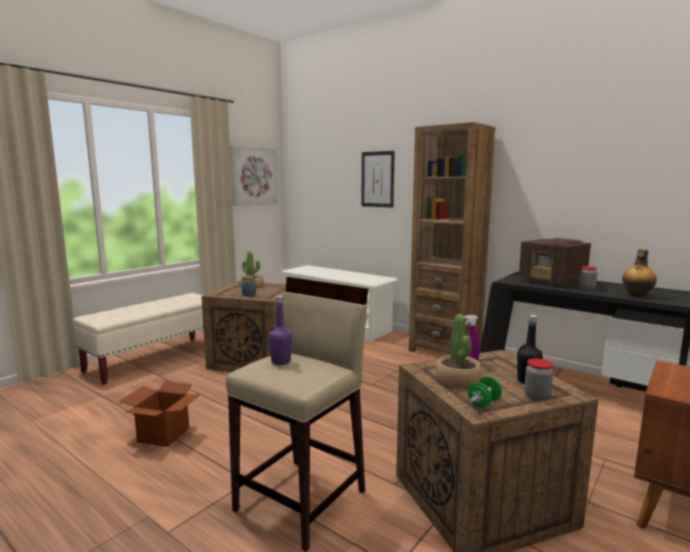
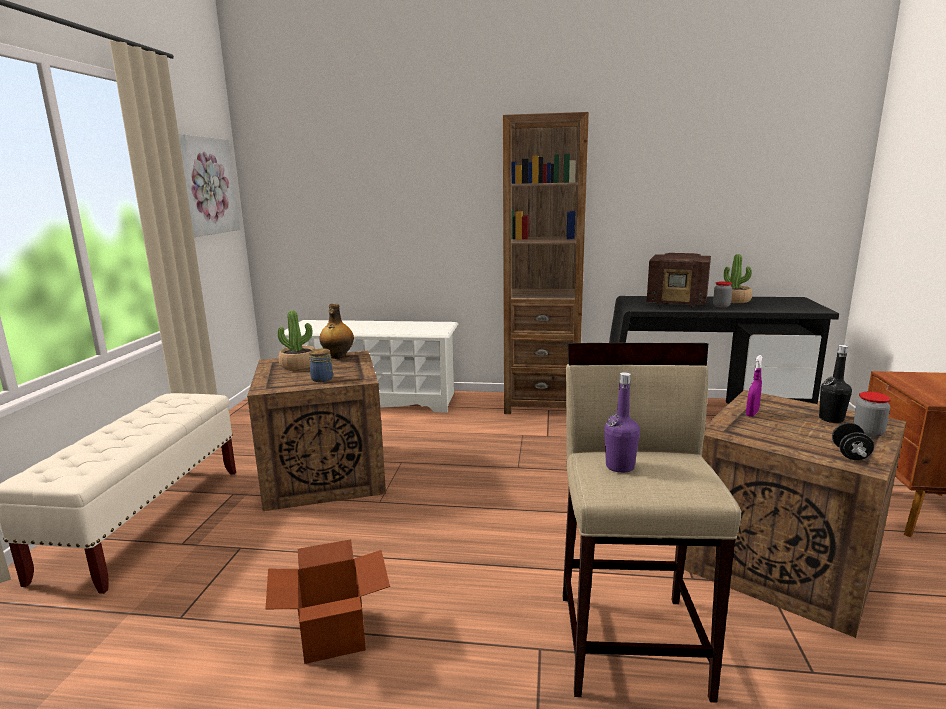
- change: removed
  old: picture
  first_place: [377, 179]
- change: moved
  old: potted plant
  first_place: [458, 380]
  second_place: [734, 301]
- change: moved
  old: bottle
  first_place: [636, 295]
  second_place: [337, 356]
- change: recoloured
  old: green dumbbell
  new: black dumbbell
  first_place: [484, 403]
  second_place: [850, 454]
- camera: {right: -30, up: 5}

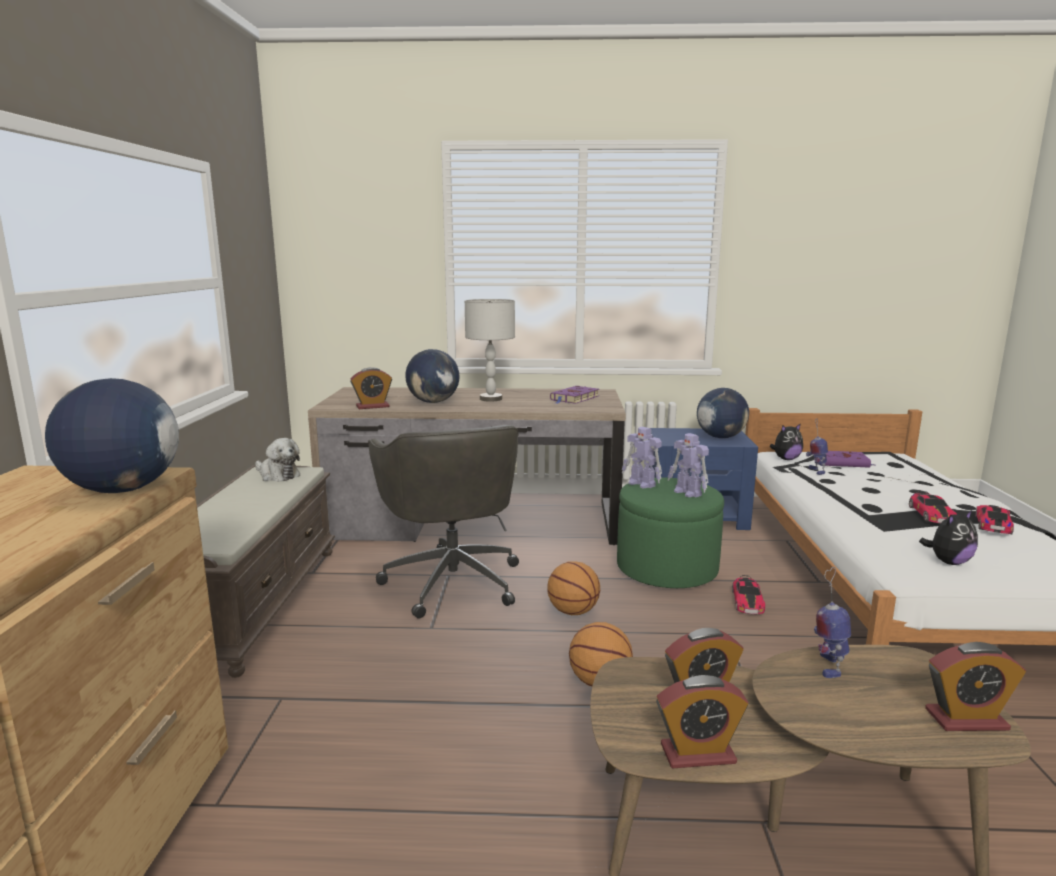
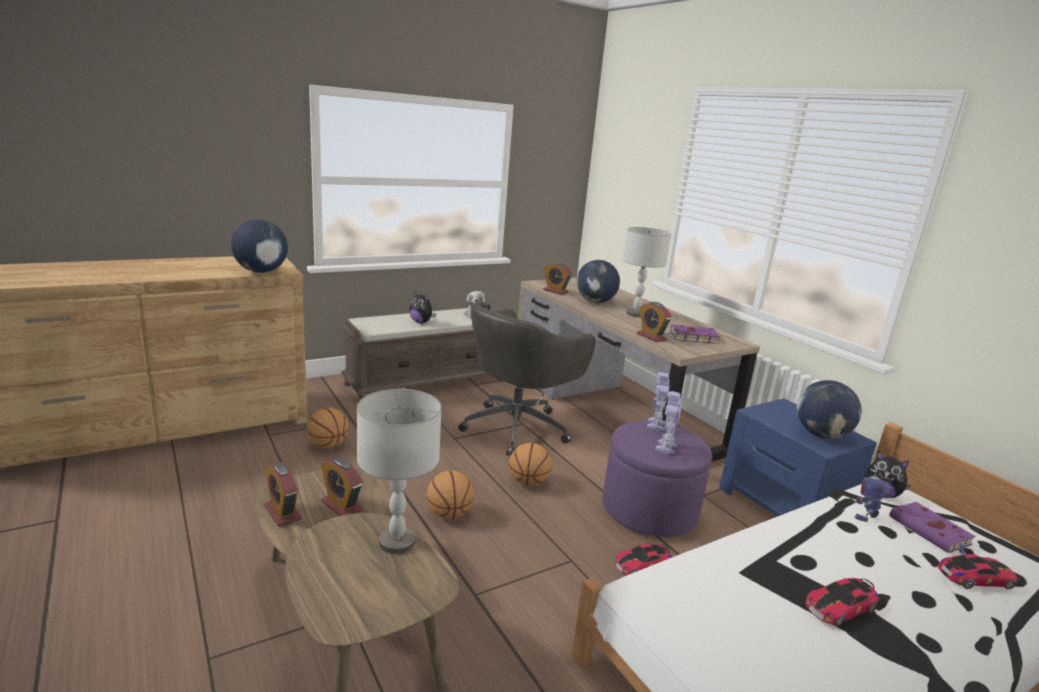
- change: added
  new: basketball
  second_place: [328, 445]
- change: moved
  old: plush toy
  first_place: [948, 562]
  second_place: [421, 322]
- change: moved
  old: alarm clock
  first_place: [966, 719]
  second_place: [651, 337]
- change: moved
  old: toy car
  first_place: [993, 525]
  second_place: [975, 578]
- change: replaced
  old: toy robot
  new: grey table lamp
  first_place: [828, 665]
  second_place: [396, 542]
- change: recoloured
  old: green ottoman
  new: purple ottoman
  first_place: [667, 568]
  second_place: [649, 510]
- camera: {right: 55, up: 5}

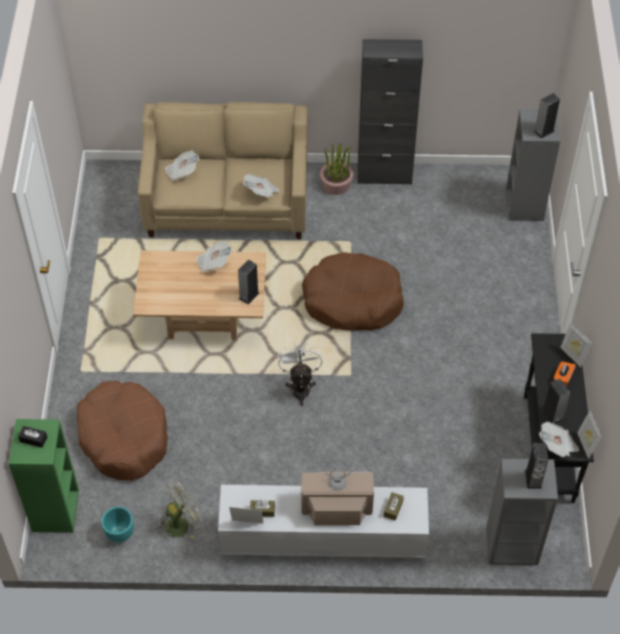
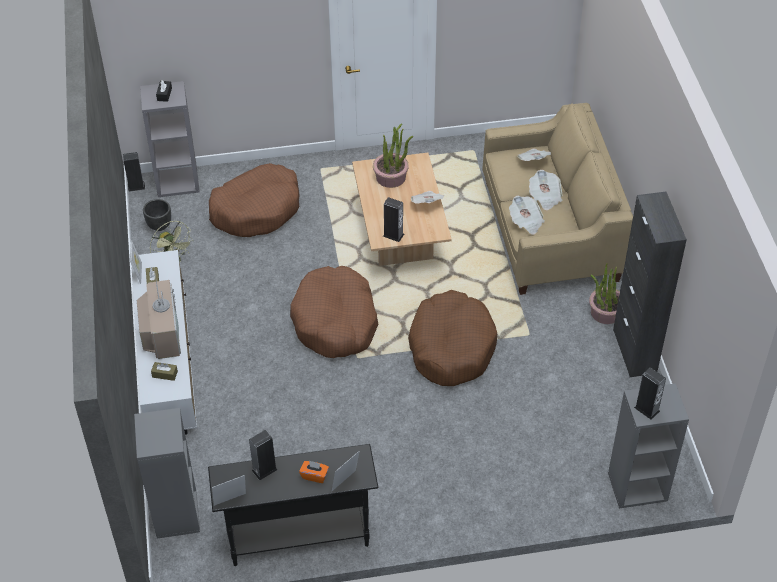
- change: added
  new: potted plant
  second_place: [391, 177]
- change: moved
  old: speaker
  first_place: [533, 479]
  second_place: [136, 186]
- change: moved
  old: newspaper
  first_place: [557, 446]
  second_place: [545, 197]
- change: replaced
  old: white fan
  new: brown dog bed
  first_place: [300, 386]
  second_place: [335, 322]
- change: recoloured
  old: green bookcase
  new: grey bookcase
  first_place: [55, 510]
  second_place: [178, 182]
- change: recoloured
  old: turquoise planter
  new: black planter
  first_place: [119, 534]
  second_place: [159, 226]
- camera: {right: 80, up: -5}

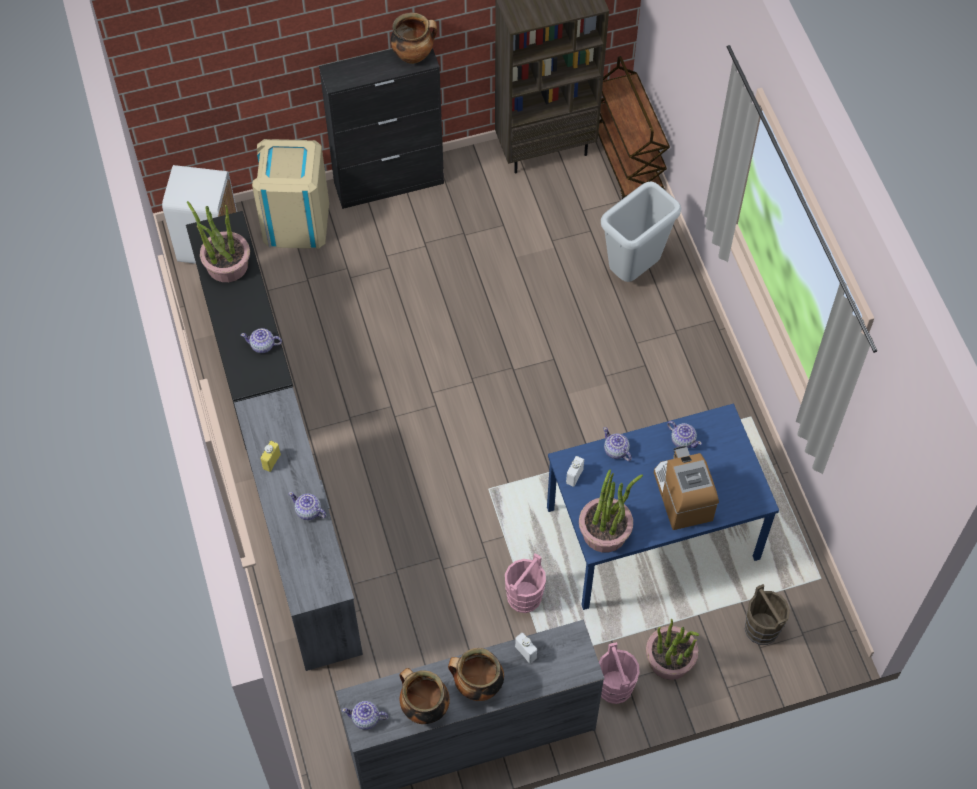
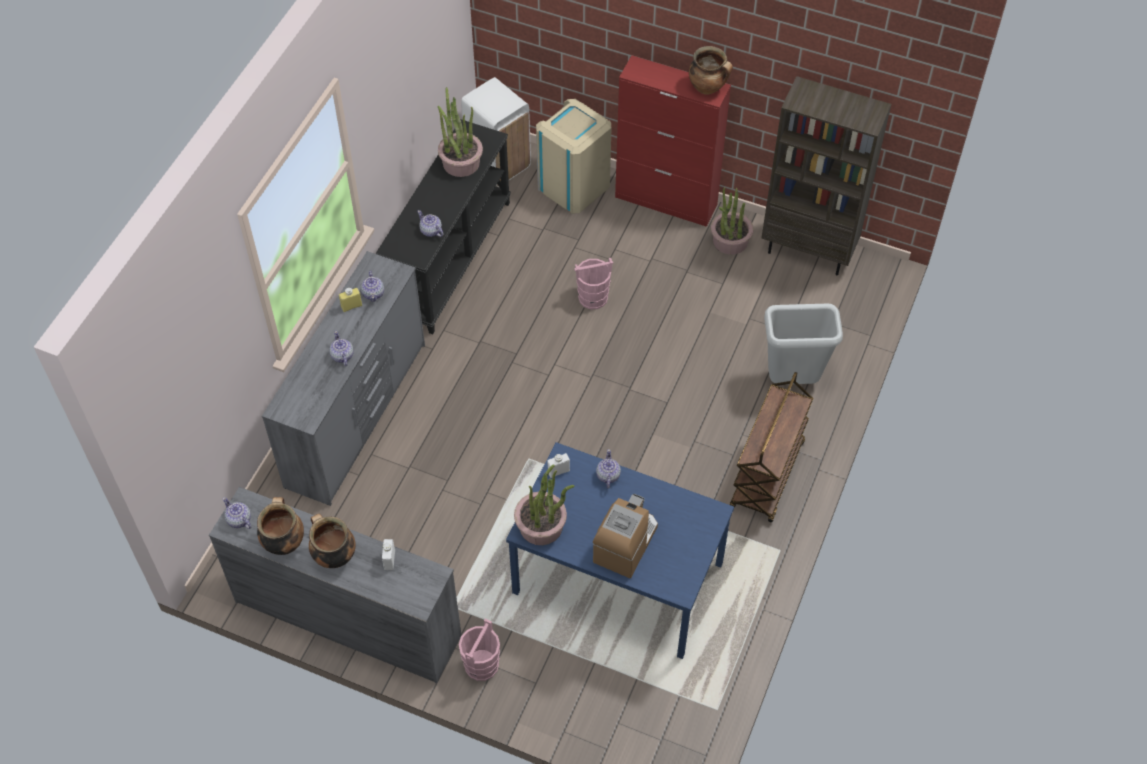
- change: removed
  old: brown bucket
  first_place: [761, 628]
- change: moved
  old: pink bucket
  first_place: [524, 597]
  second_place: [592, 297]
- change: moved
  old: brown cart
  first_place: [628, 163]
  second_place: [767, 476]
- change: moved
  old: potted plant
  first_place: [670, 660]
  second_place: [730, 241]
- change: moved
  old: teapot
  first_place: [683, 440]
  second_place: [373, 293]
- change: recoloured
  old: black cabinet
  new: red cabinet
  first_place: [389, 183]
  second_place: [666, 201]
- camera: {right: 40, up: -5}

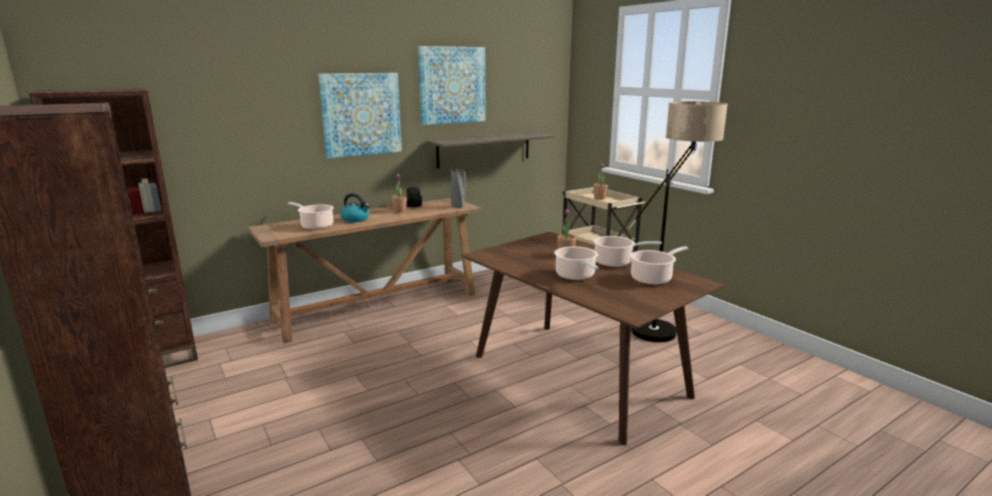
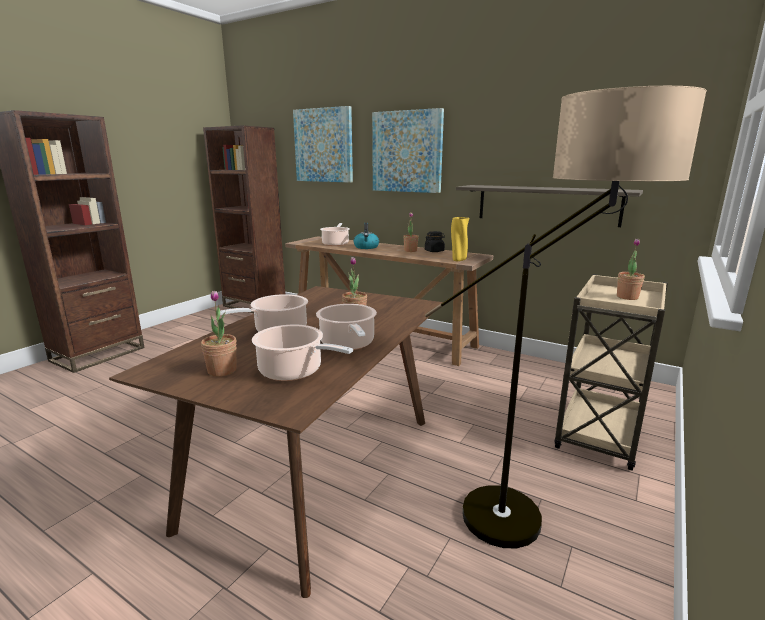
- change: added
  new: potted plant
  second_place: [222, 371]
- change: moved
  old: picture
  first_place: [452, 85]
  second_place: [323, 145]
- change: recoloured
  old: grey vase
  new: yellow vase
  first_place: [458, 206]
  second_place: [458, 260]
- camera: {right: 65, up: 0}

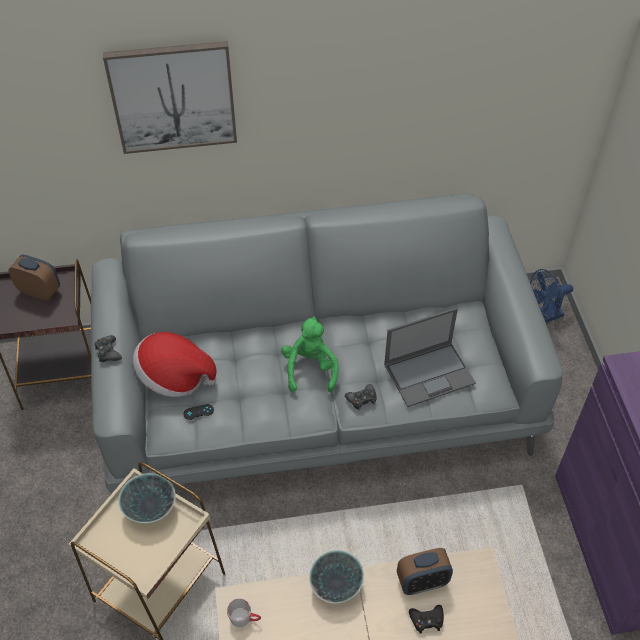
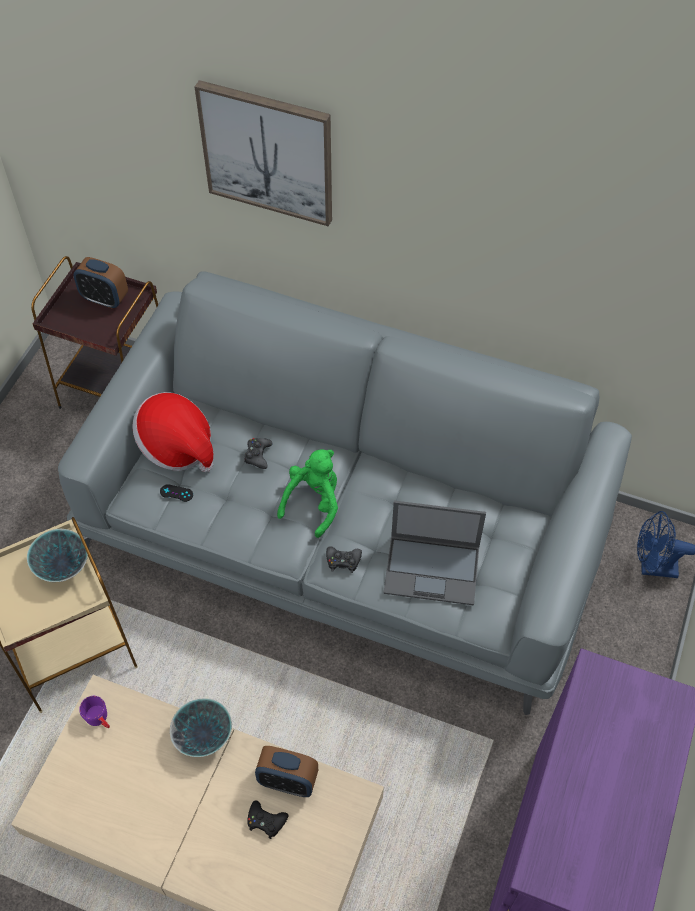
- change: moved
  old: black game controller
  first_place: [108, 352]
  second_place: [258, 455]
- change: recoloured
  old: grey mug
  new: purple mug
  first_place: [245, 618]
  second_place: [100, 719]
- change: turned
  old: alarm clock
  first_place: [40, 291]
  second_place: [105, 299]
  degrees: 150
- camera: {right: 30, up: 5}

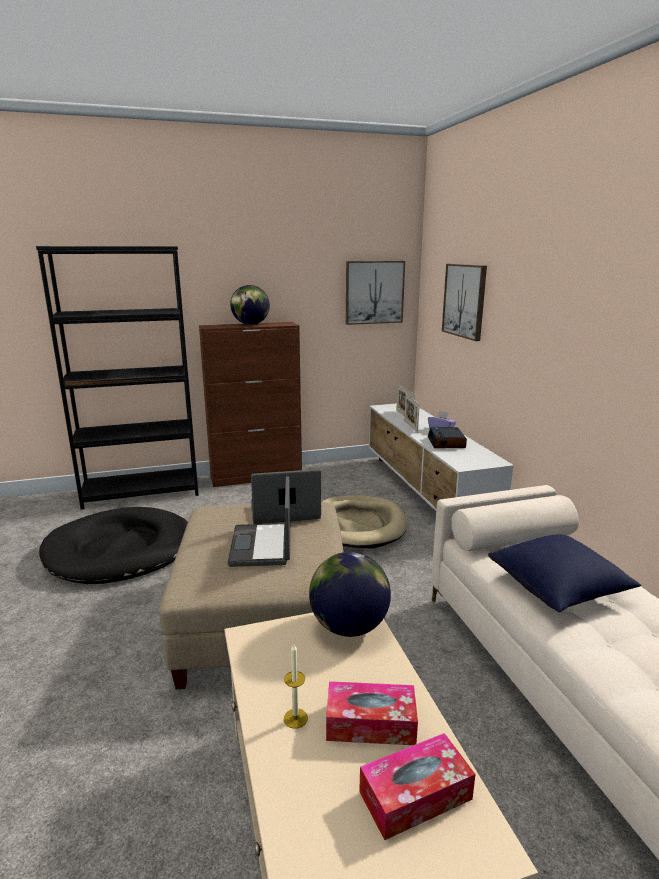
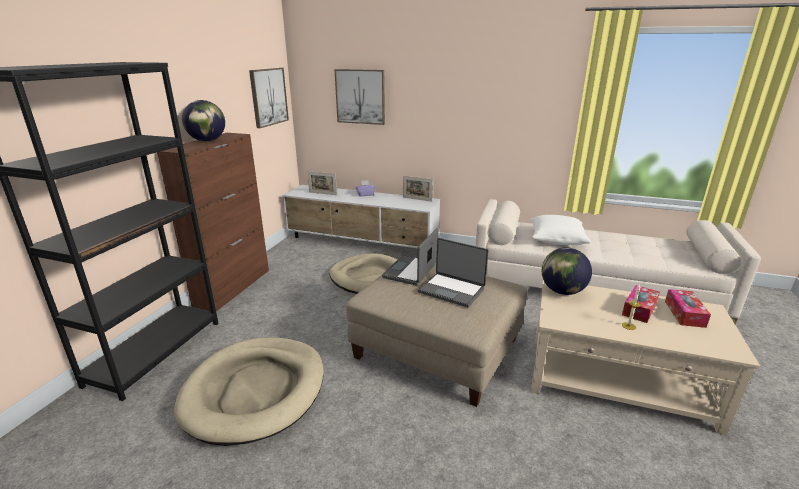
- change: removed
  old: alarm clock
  first_place: [447, 443]
- change: moved
  old: picture frame
  first_place: [410, 426]
  second_place: [417, 199]
- change: recoloured
  old: black dog bed
  new: beige dog bed
  first_place: [121, 550]
  second_place: [255, 391]
- change: recoloured
  old: blue pillow
  new: white pillow
  first_place: [558, 588]
  second_place: [556, 240]
- camera: {right: -55, up: 5}

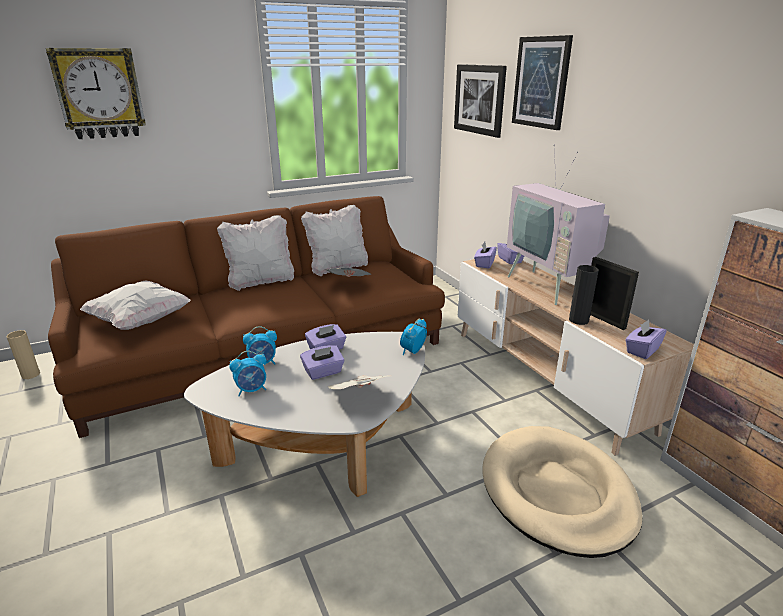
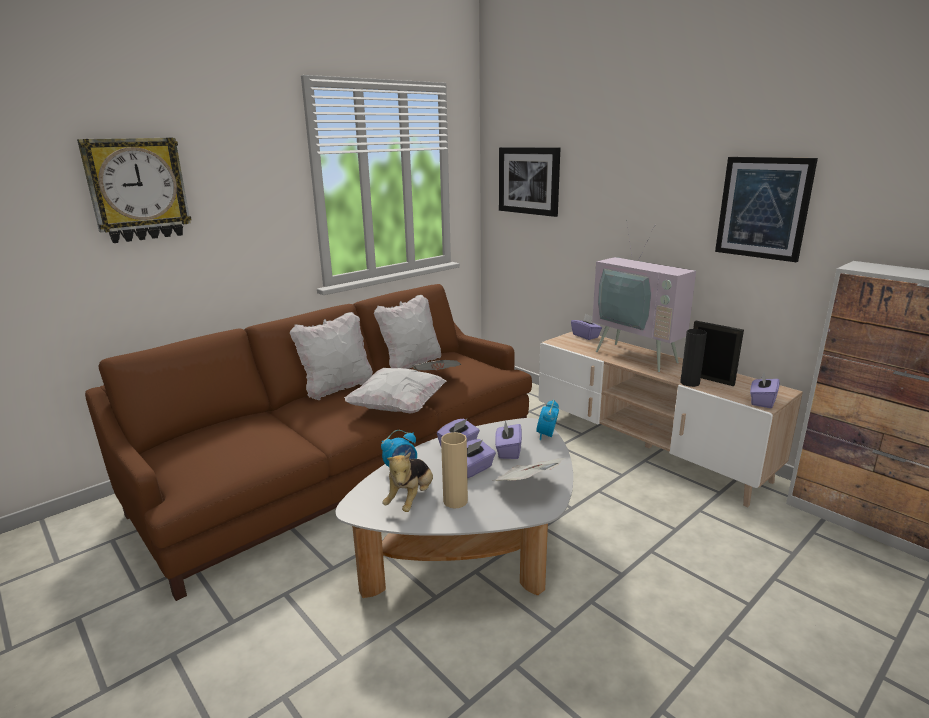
- change: removed
  old: beige dog bed
  first_place: [557, 492]
- change: moved
  old: beige vase
  first_place: [31, 374]
  second_place: [455, 501]
- change: moved
  old: white pillow
  first_place: [141, 321]
  second_place: [398, 408]
- change: moved
  old: purple tissue box
  first_place: [484, 264]
  second_place: [508, 451]
- change: moved
  old: picture
  first_place: [541, 82]
  second_place: [763, 208]
- change: replaced
  old: alarm clock
  new: plush toy
  first_place: [252, 390]
  second_place: [411, 499]
- camera: {right: -15, up: -5}

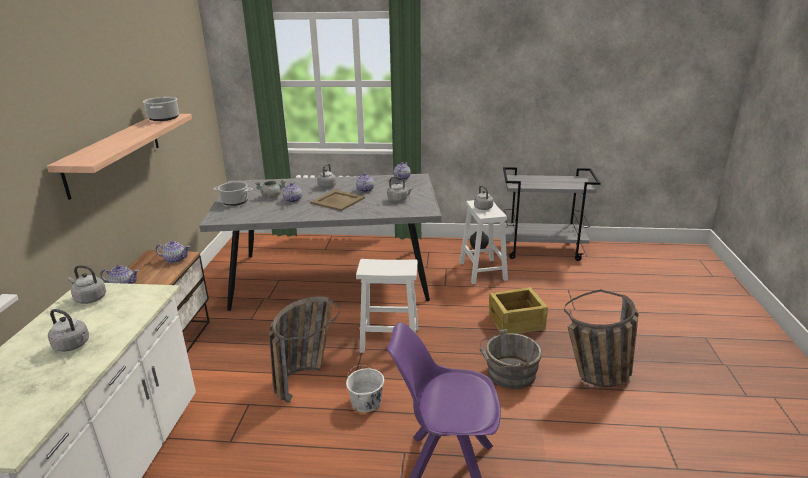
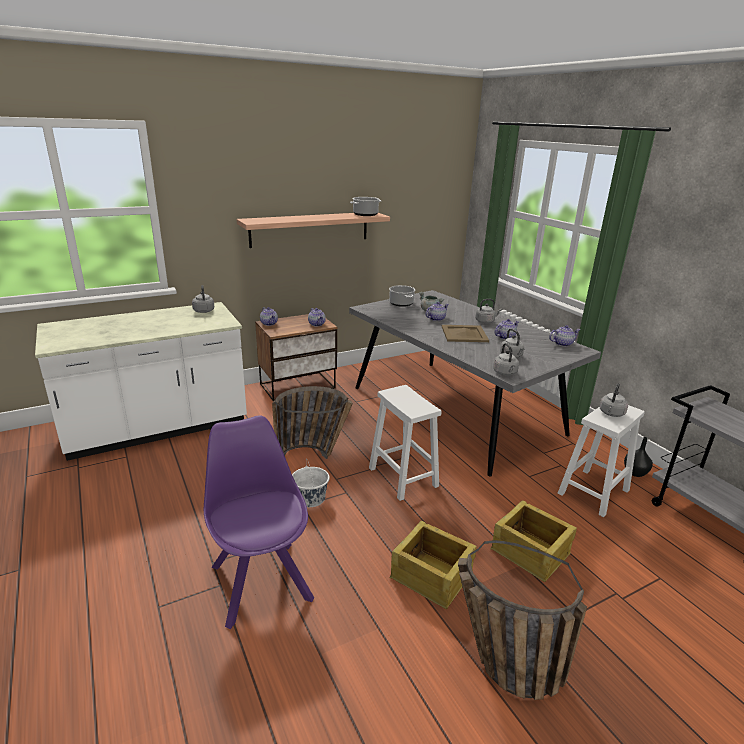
- change: moved
  old: grey kettle
  first_place: [73, 345]
  second_place: [505, 373]
- change: replaced
  old: grey bucket
  new: crate
  first_place: [508, 374]
  second_place: [431, 577]
- camera: {right: 55, up: 0}

